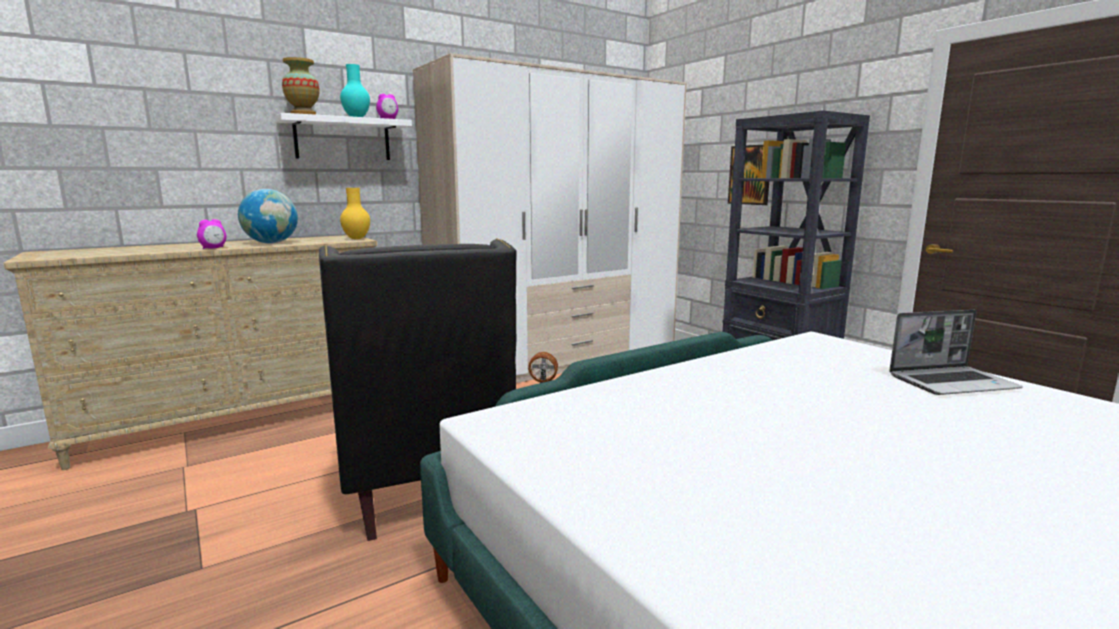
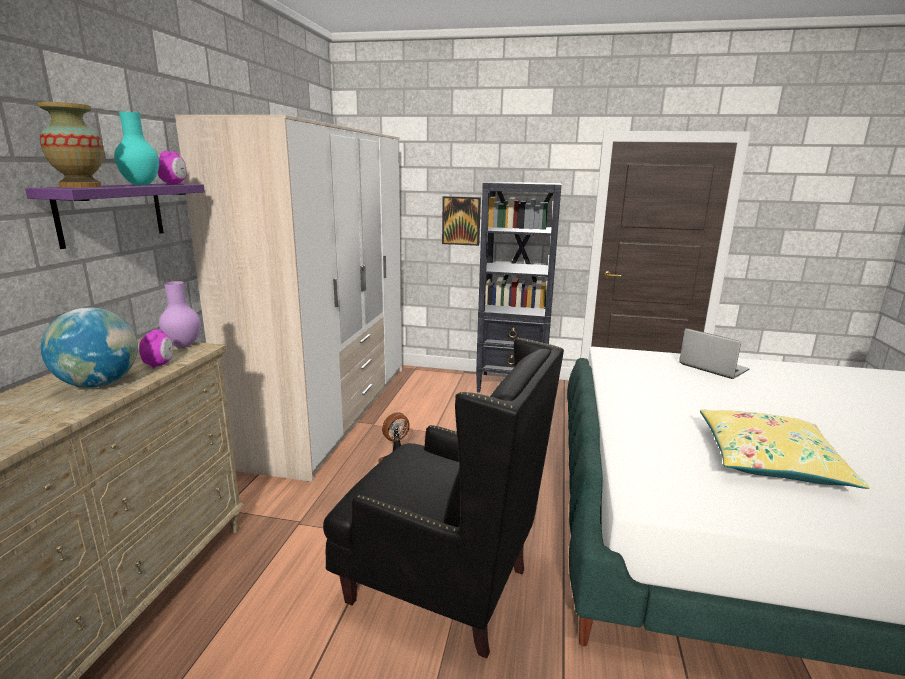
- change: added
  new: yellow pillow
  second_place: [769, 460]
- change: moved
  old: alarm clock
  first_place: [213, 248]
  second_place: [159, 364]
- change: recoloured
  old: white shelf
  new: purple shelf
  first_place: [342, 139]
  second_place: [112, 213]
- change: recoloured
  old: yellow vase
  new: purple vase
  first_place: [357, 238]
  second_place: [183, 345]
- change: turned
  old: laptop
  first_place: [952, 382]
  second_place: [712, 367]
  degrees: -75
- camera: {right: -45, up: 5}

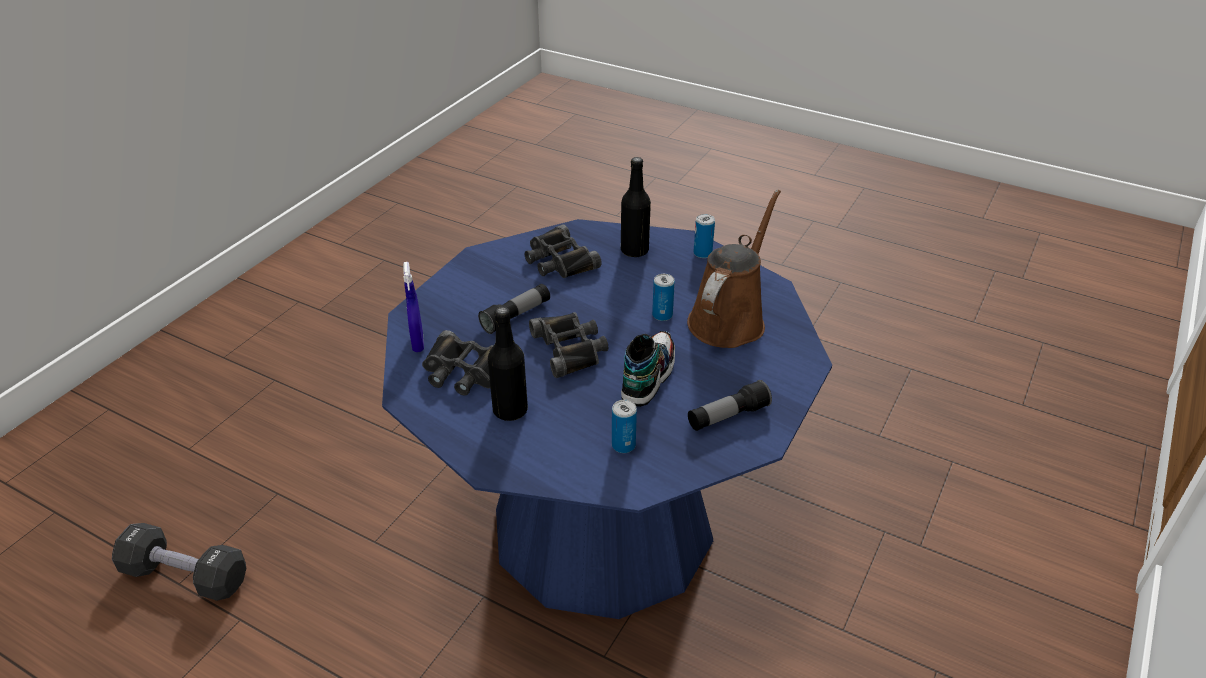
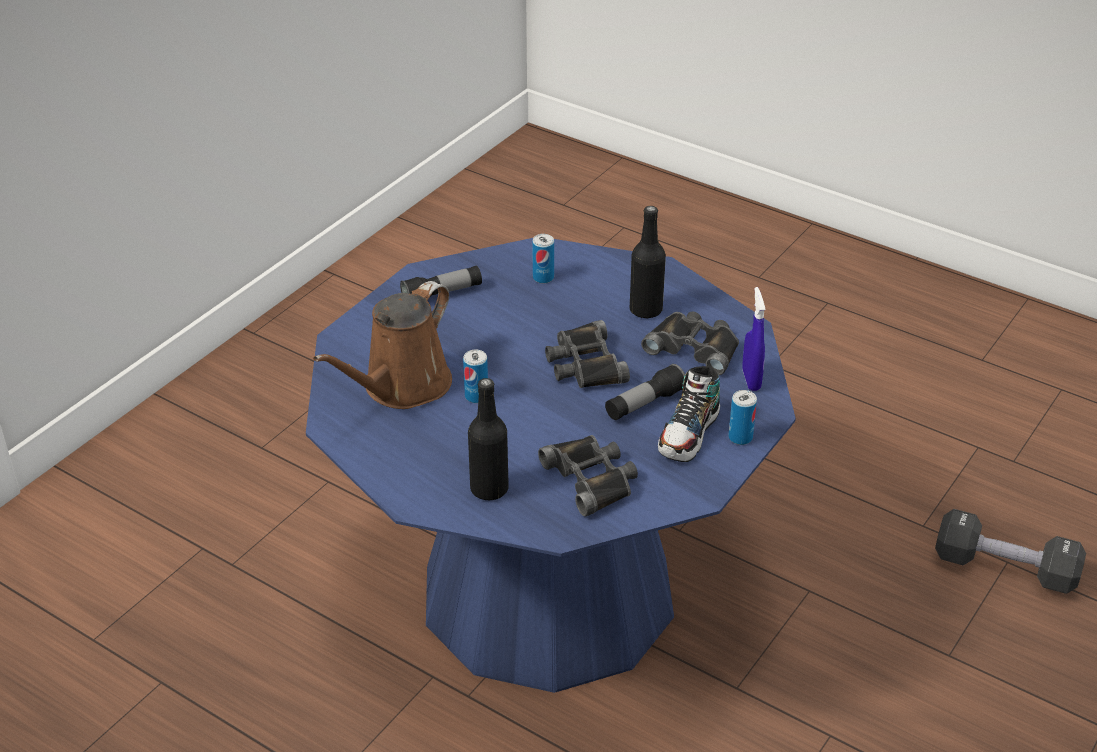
- change: moved
  old: shoe
  first_place: [648, 376]
  second_place: [689, 434]
- change: moved
  old: can
  first_place: [702, 253]
  second_place: [740, 437]
- camera: {right: -175, up: 0}

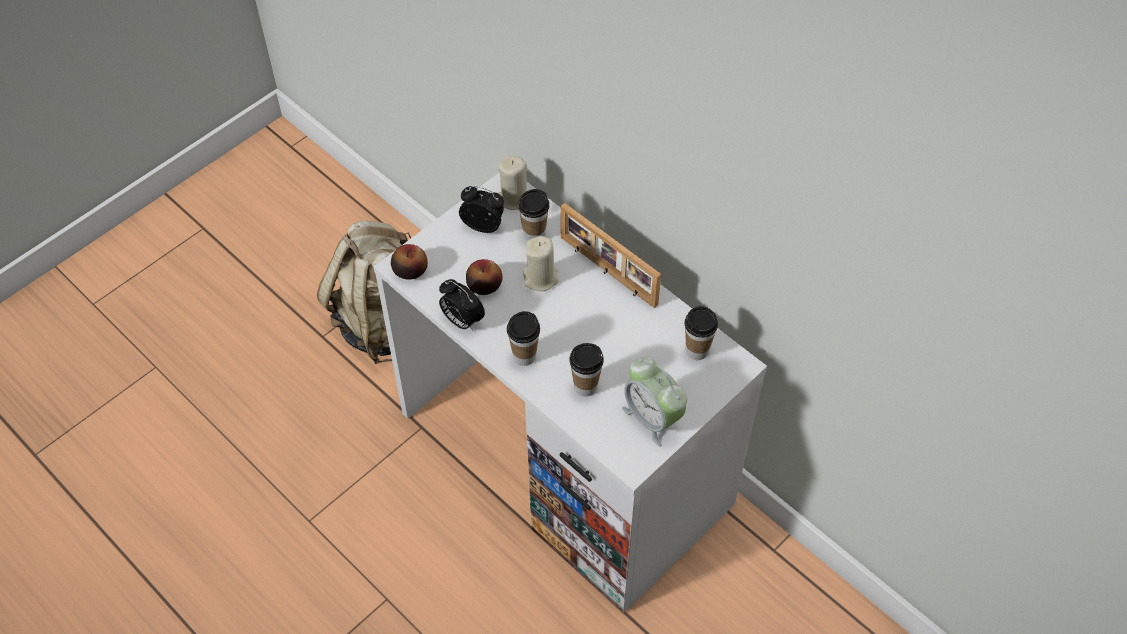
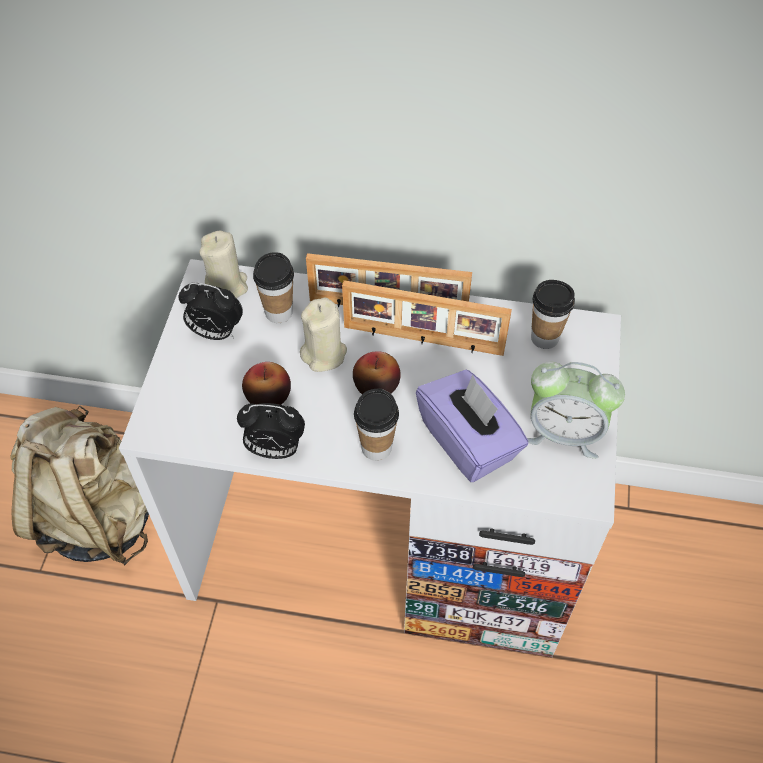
- change: added
  new: picture frame
  second_place: [423, 341]
- change: moved
  old: apple
  first_place: [410, 270]
  second_place: [376, 385]
- change: replaced
  old: cup
  new: purple tissue box
  first_place: [585, 386]
  second_place: [468, 441]
- change: turned
  old: alarm clock
  first_place: [484, 225]
  second_place: [215, 332]
  degrees: -150
- camera: {right: -35, up: 0}

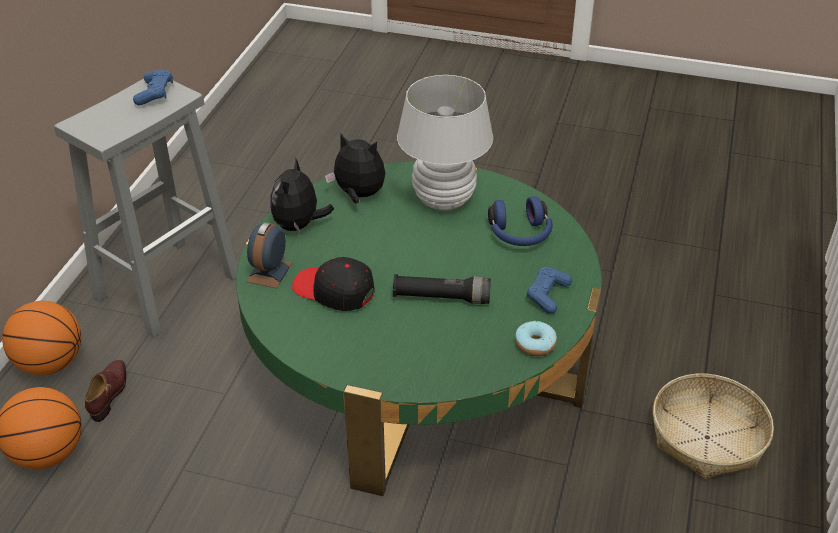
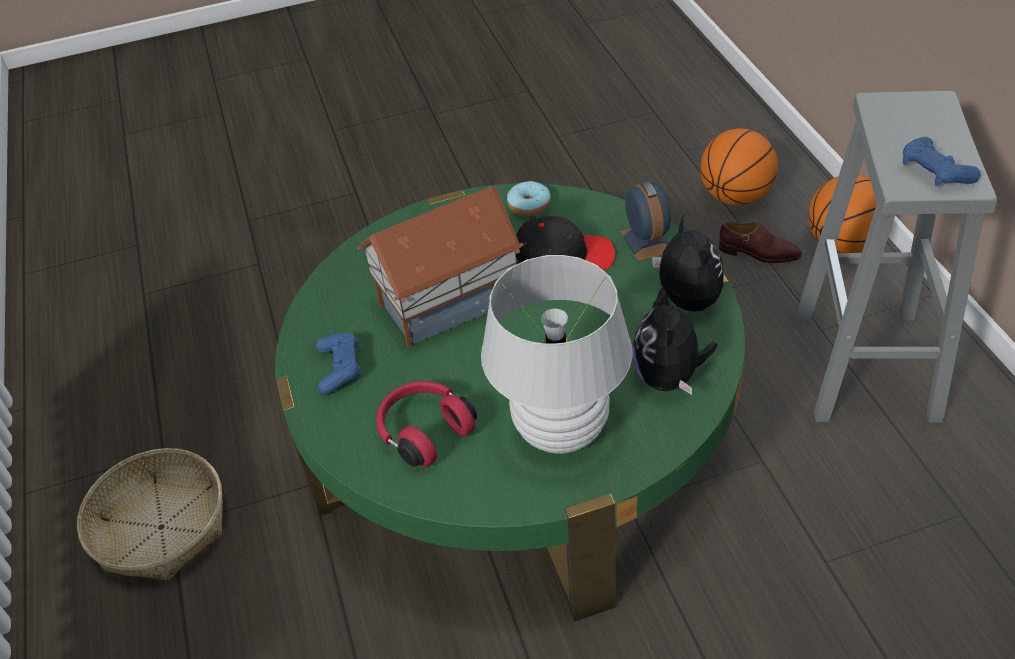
- change: moved
  old: donut
  first_place: [535, 344]
  second_place: [529, 206]
- change: replaced
  old: black flashlight
  new: toy house
  first_place: [441, 298]
  second_place: [450, 306]
- change: recoloured
  old: blue headphones
  new: red headphones
  first_place: [520, 235]
  second_place: [424, 431]
- change: turned
  old: brown shoe
  first_place: [109, 393]
  second_place: [759, 253]
  degrees: -45
- change: turned
  old: plush toy
  first_place: [358, 195]
  second_place: [669, 377]
  degrees: 105
- camera: {right: 150, up: 5}

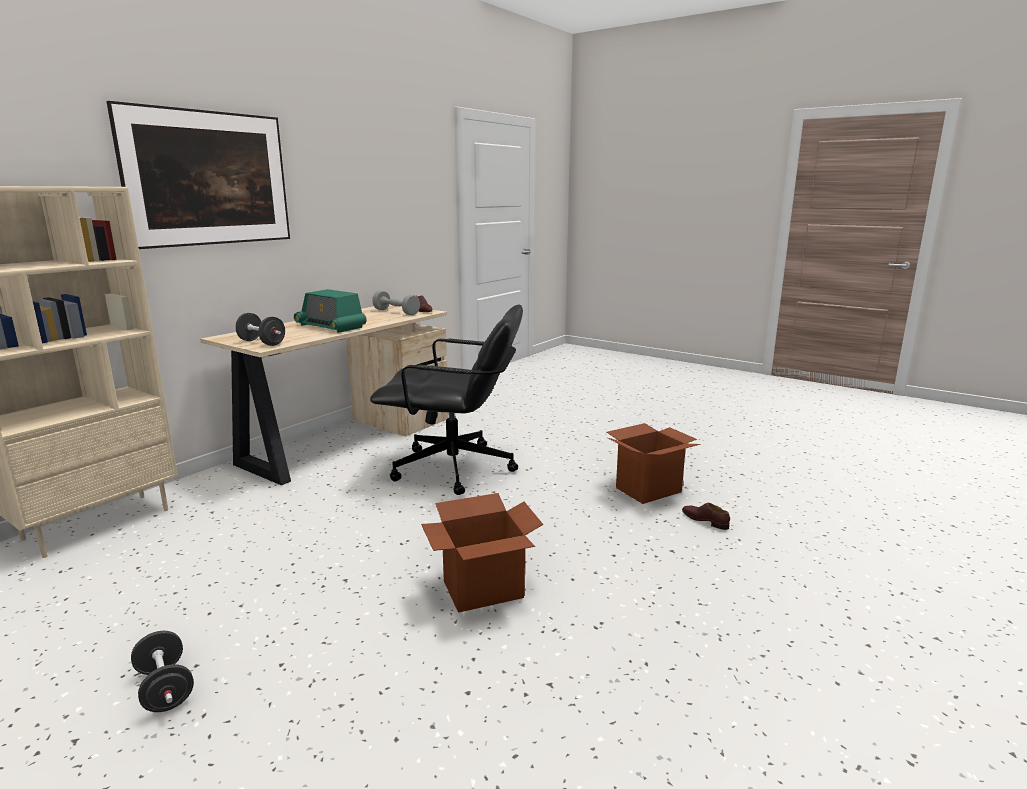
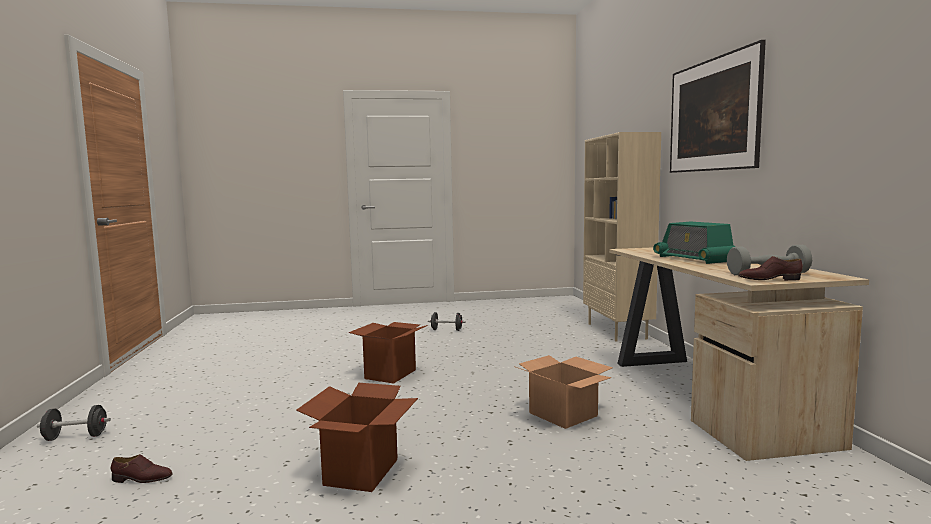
- change: moved
  old: black dumbbell
  first_place: [262, 343]
  second_place: [76, 437]
- change: moved
  old: brown shoe
  first_place: [705, 520]
  second_place: [142, 479]
- change: replaced
  old: black office chair
  new: cardboard box
  first_place: [455, 469]
  second_place: [562, 414]
- change: turned
  old: radio
  first_place: [331, 326]
  second_place: [694, 259]
  degrees: -105
- camera: {right: 135, up: -10}

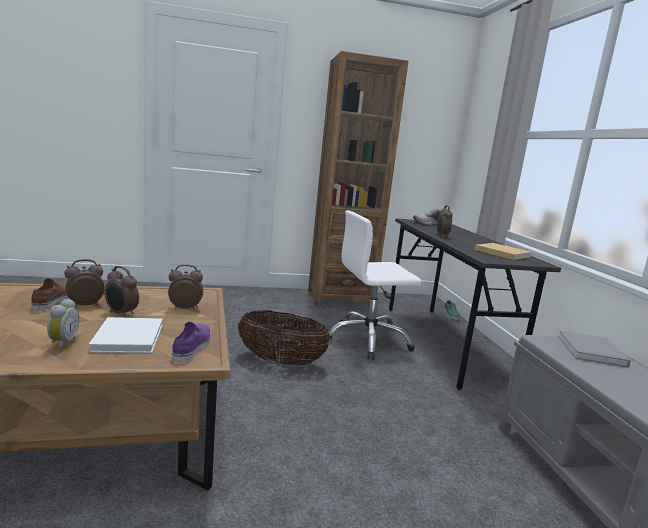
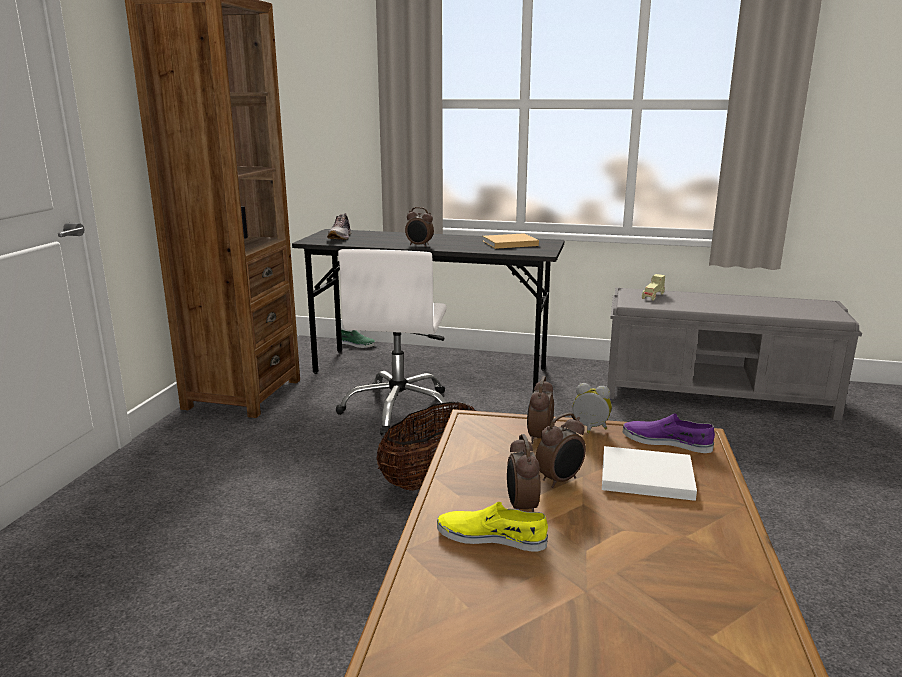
- change: moved
  old: alarm clock
  first_place: [62, 343]
  second_place: [590, 429]
- change: replaced
  old: grey book
  new: beige toy car
  first_place: [591, 351]
  second_place: [653, 296]
- change: recoloured
  old: brown shoe
  new: yellow shoe
  first_place: [53, 300]
  second_place: [491, 536]
- camera: {right: -65, up: 5}

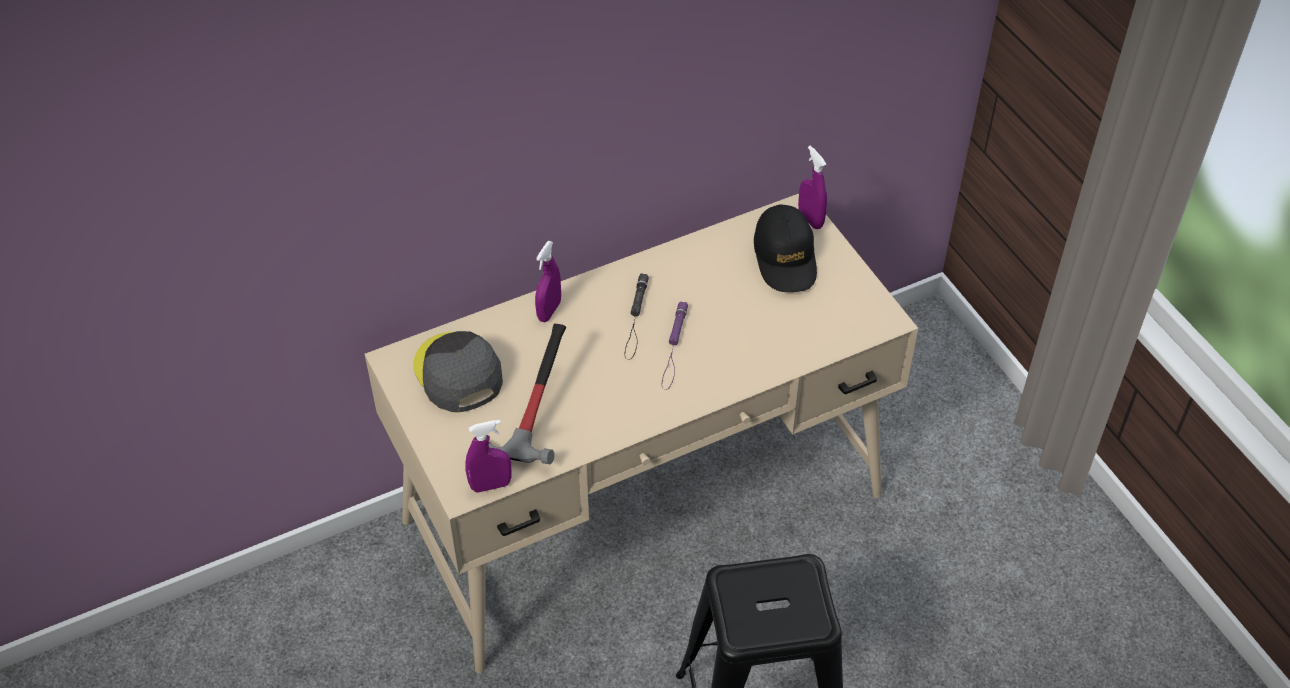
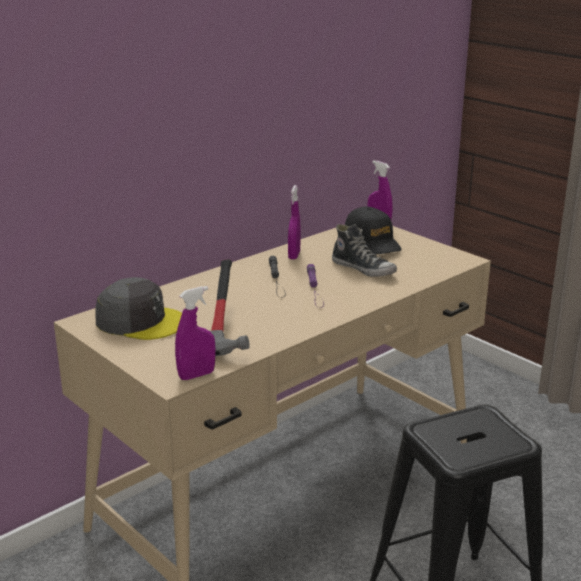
- change: added
  new: shoe
  second_place: [363, 269]
- change: moved
  old: purple spray bottle
  first_place: [549, 311]
  second_place: [294, 255]
- change: turned
  old: grey cap
  first_place: [457, 373]
  second_place: [140, 321]
  degrees: 150
- camera: {right: -15, up: -25}

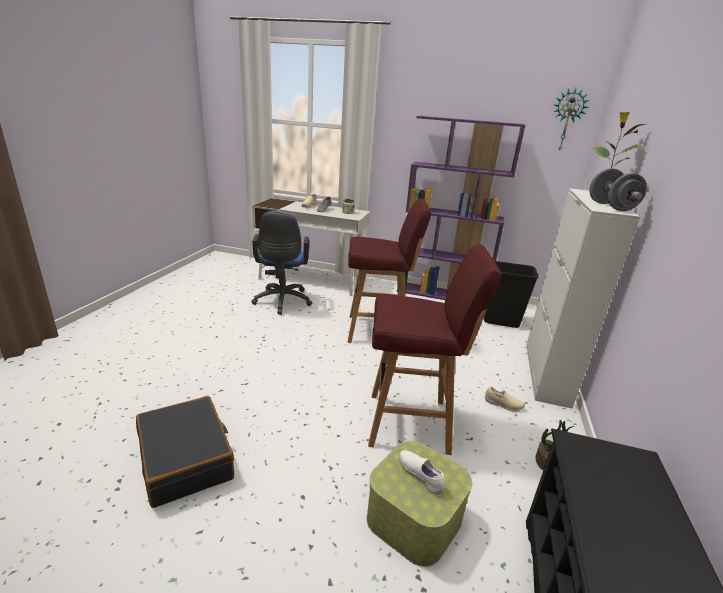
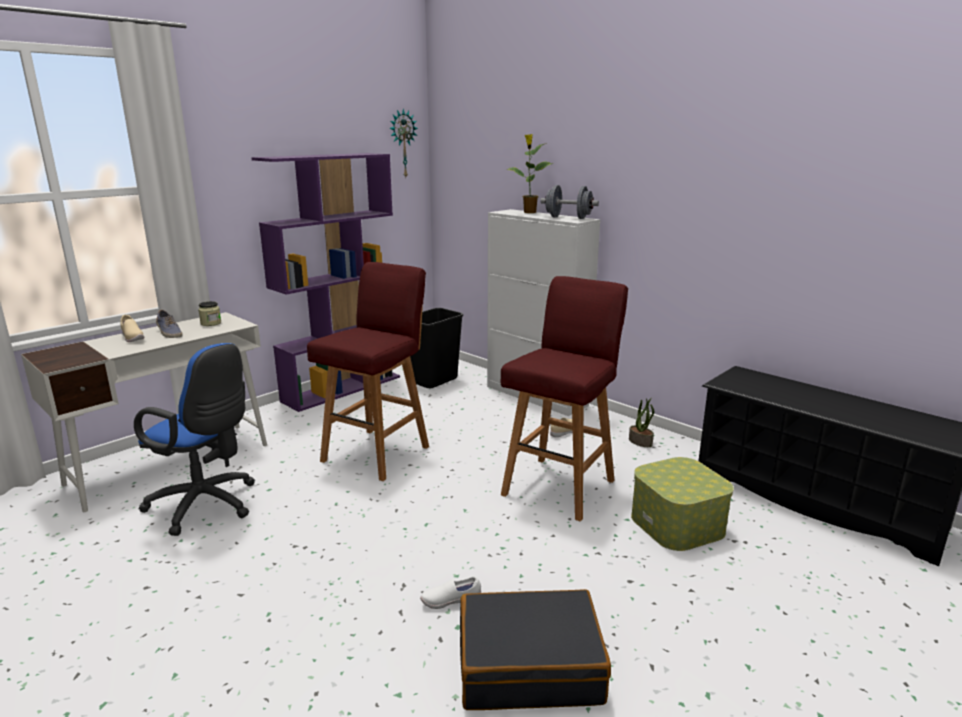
- change: moved
  old: white shoe
  first_place: [420, 476]
  second_place: [450, 601]
- camera: {right: -60, up: -5}

